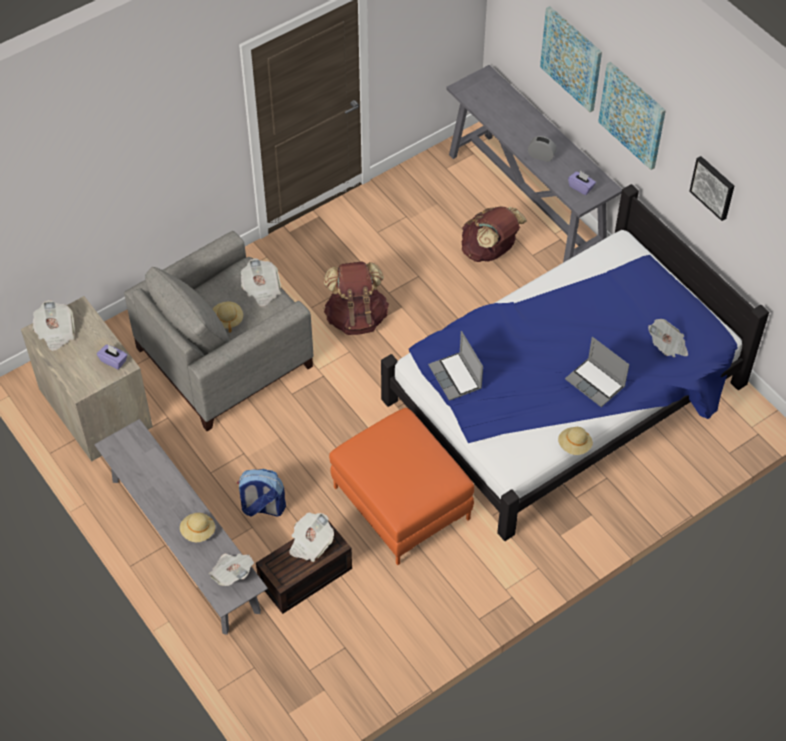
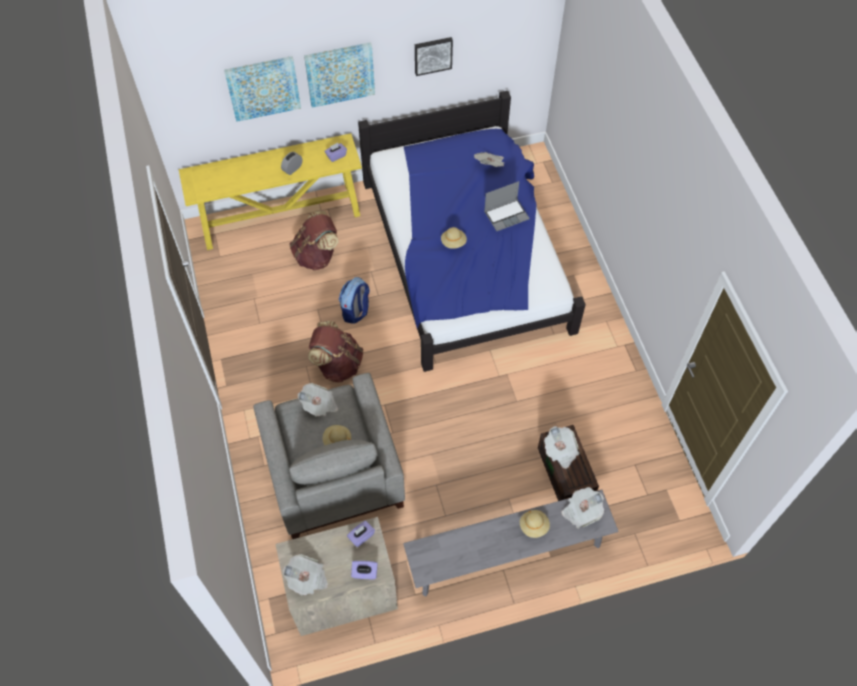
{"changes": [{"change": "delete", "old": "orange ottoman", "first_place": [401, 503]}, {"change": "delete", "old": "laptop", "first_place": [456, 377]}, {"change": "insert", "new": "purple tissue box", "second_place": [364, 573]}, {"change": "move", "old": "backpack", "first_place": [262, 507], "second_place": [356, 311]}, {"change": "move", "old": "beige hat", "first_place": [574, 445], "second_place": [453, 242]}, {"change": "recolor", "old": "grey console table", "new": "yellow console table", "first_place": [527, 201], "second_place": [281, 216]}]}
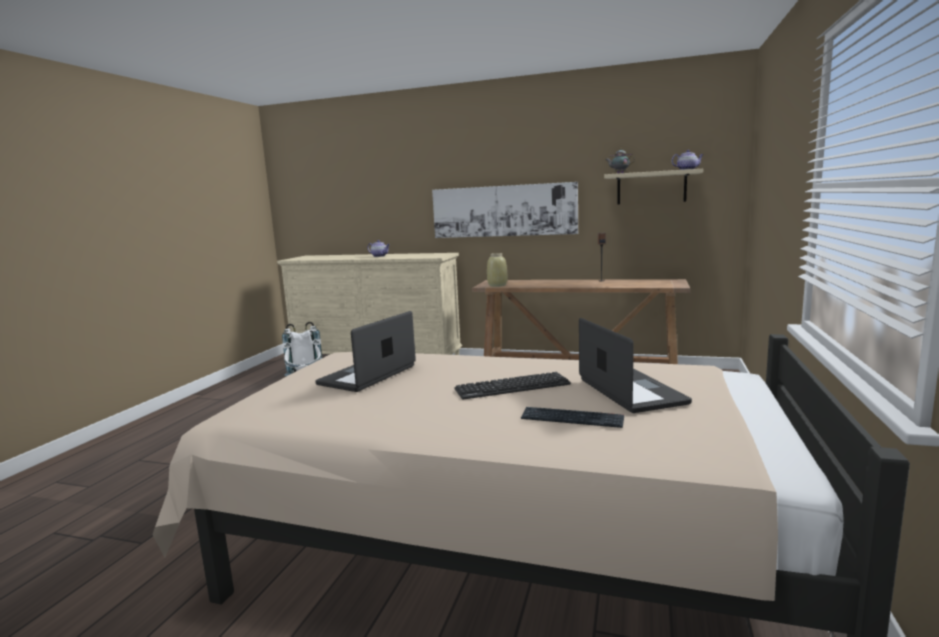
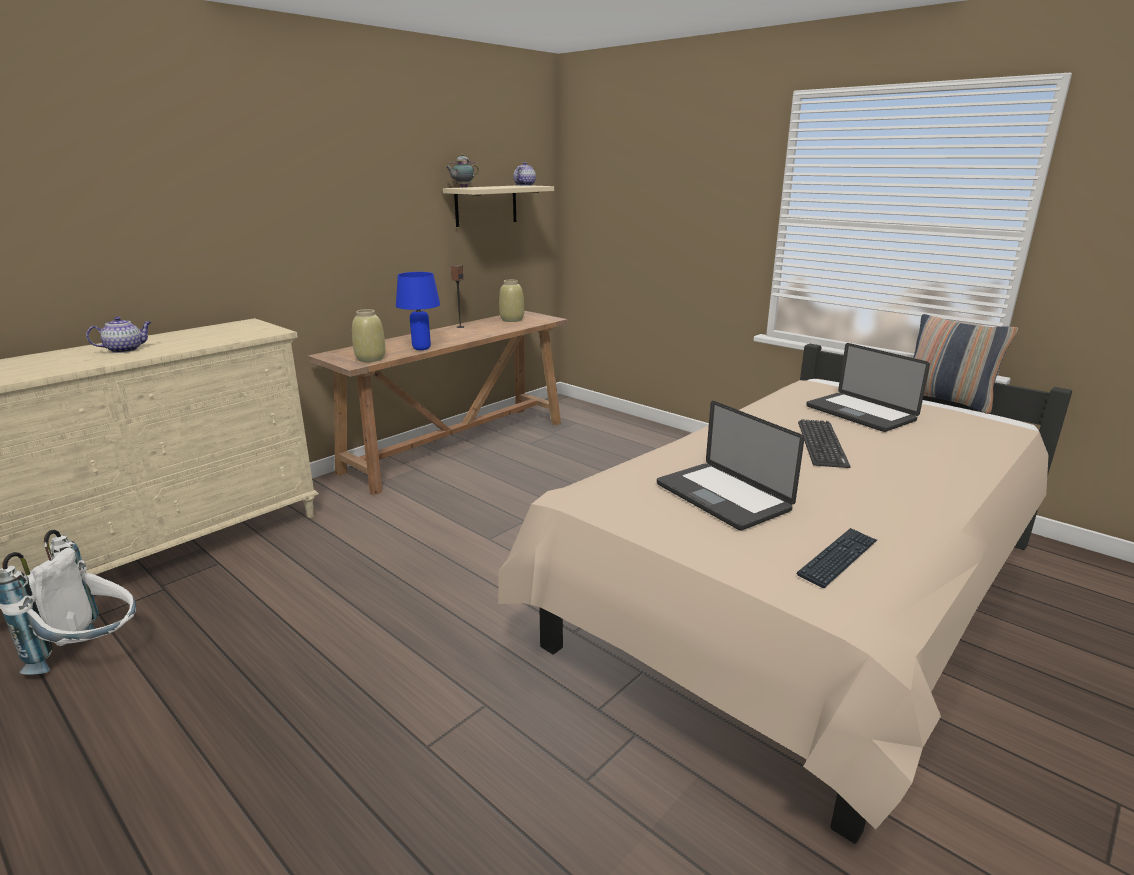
{"changes": [{"change": "delete", "old": "picture", "first_place": [503, 211]}, {"change": "insert", "new": "blue table lamp", "second_place": [421, 348]}, {"change": "insert", "new": "beige vase", "second_place": [512, 320]}, {"change": "insert", "new": "pillow", "second_place": [946, 400]}, {"change": "move", "old": "keyboard", "first_place": [572, 419], "second_place": [838, 558]}, {"change": "rotate", "old": "laptop", "first_place": [631, 392], "second_place": [860, 413], "degrees": -135}]}
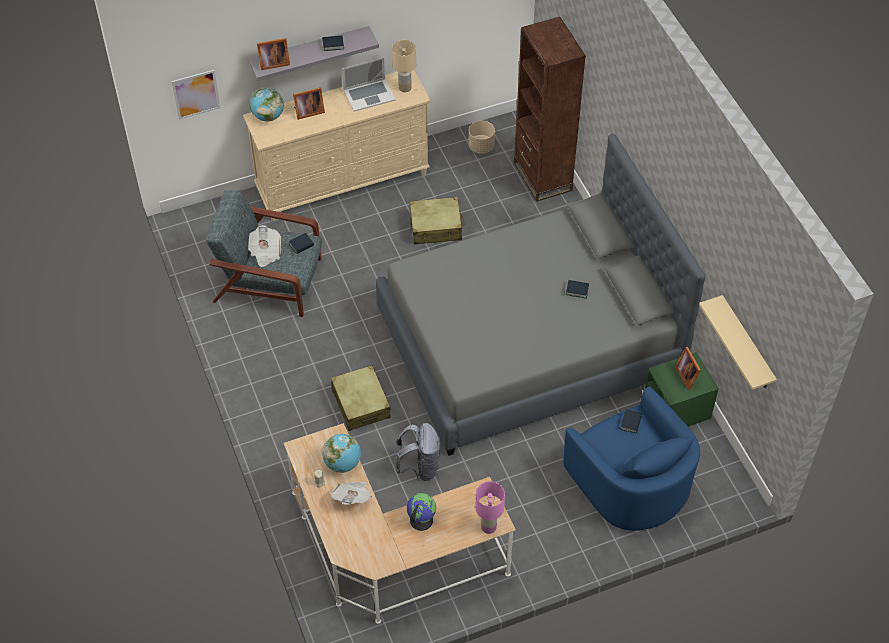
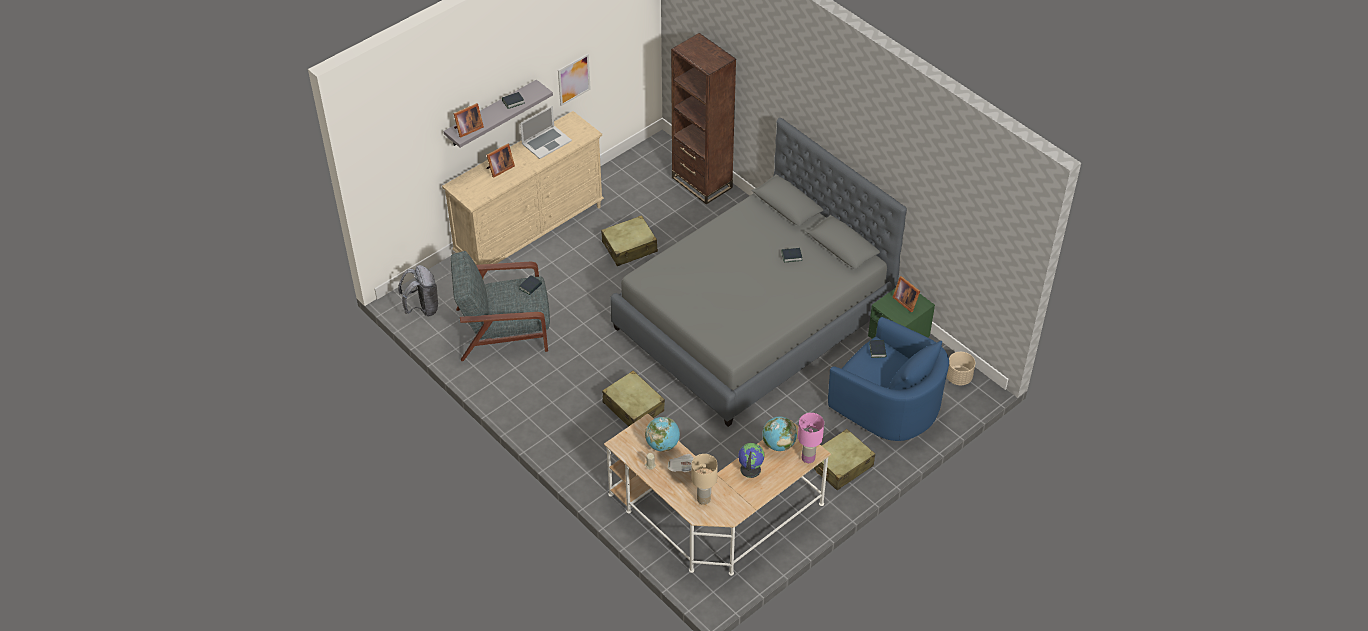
{"changes": [{"change": "delete", "old": "newspaper", "first_place": [265, 252]}, {"change": "delete", "old": "beige shelf", "first_place": [746, 345]}, {"change": "insert", "new": "beige suitcase", "second_place": [841, 466]}, {"change": "move", "old": "picture", "first_place": [196, 94], "second_place": [574, 79]}, {"change": "move", "old": "globe", "first_place": [268, 116], "second_place": [778, 444]}, {"change": "move", "old": "beige table lamp", "first_place": [405, 88], "second_place": [704, 499]}, {"change": "move", "old": "grey backpack", "first_place": [420, 467], "second_place": [422, 308]}, {"change": "move", "old": "beige planter", "first_place": [481, 146], "second_place": [959, 377]}]}
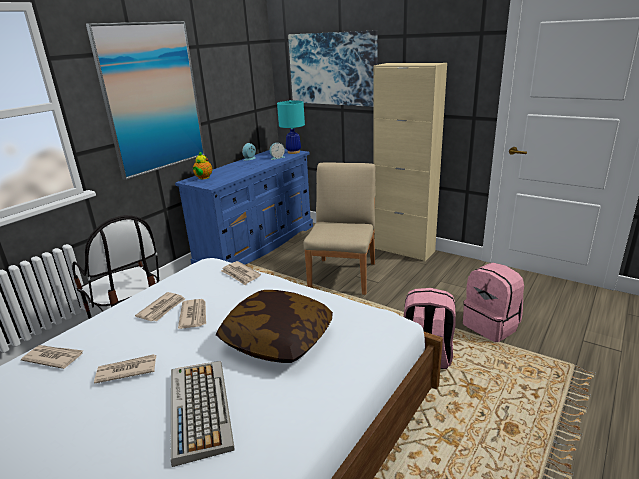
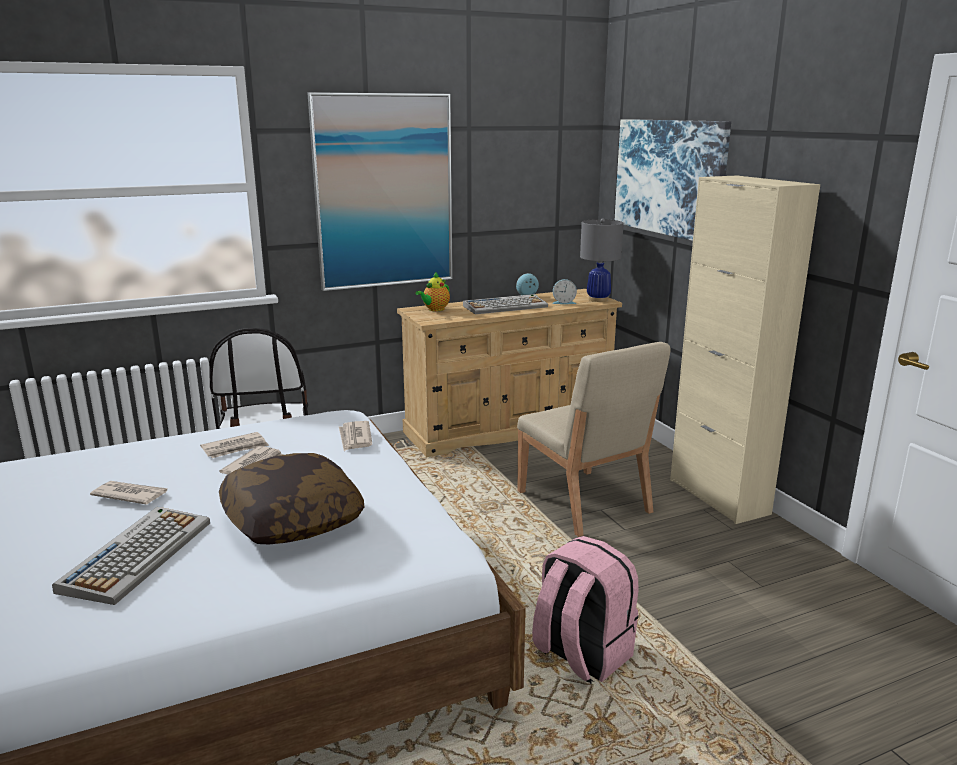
{"changes": [{"change": "delete", "old": "newspaper", "first_place": [53, 358]}, {"change": "delete", "old": "pink backpack", "first_place": [491, 326]}, {"change": "insert", "new": "keyboard", "second_place": [505, 306]}, {"change": "recolor", "old": "blue dresser", "new": "beige dresser", "first_place": [257, 245], "second_place": [510, 427]}, {"change": "recolor", "old": "turquoise table lamp", "new": "grey table lamp", "first_place": [294, 152], "second_place": [598, 299]}, {"change": "rotate", "old": "beige chair", "first_place": [343, 275], "second_place": [584, 502], "degrees": 105}]}
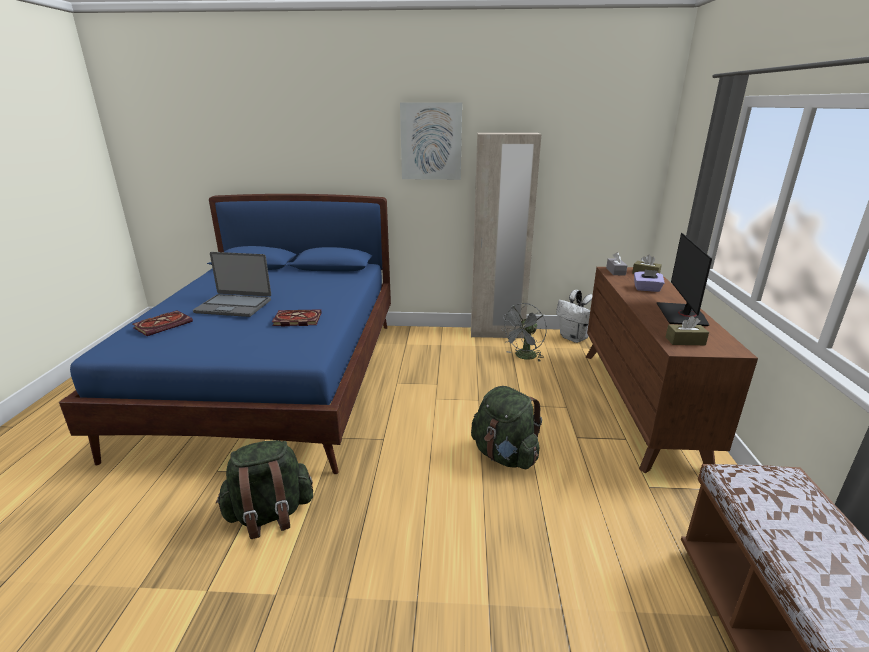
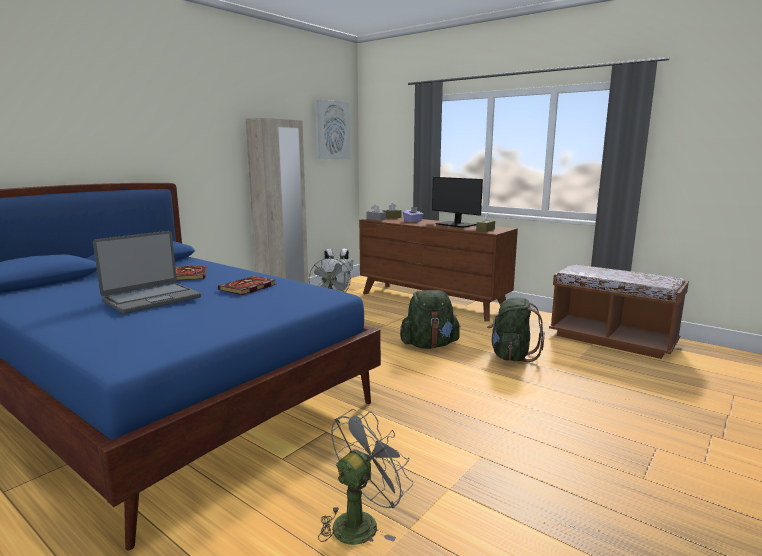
{"changes": [{"change": "insert", "new": "grey fan", "second_place": [361, 522]}, {"change": "move", "old": "book", "first_place": [164, 324], "second_place": [189, 275]}, {"change": "move", "old": "green backpack", "first_place": [270, 514], "second_place": [511, 356]}, {"change": "move", "old": "picture", "first_place": [431, 141], "second_place": [331, 130]}]}
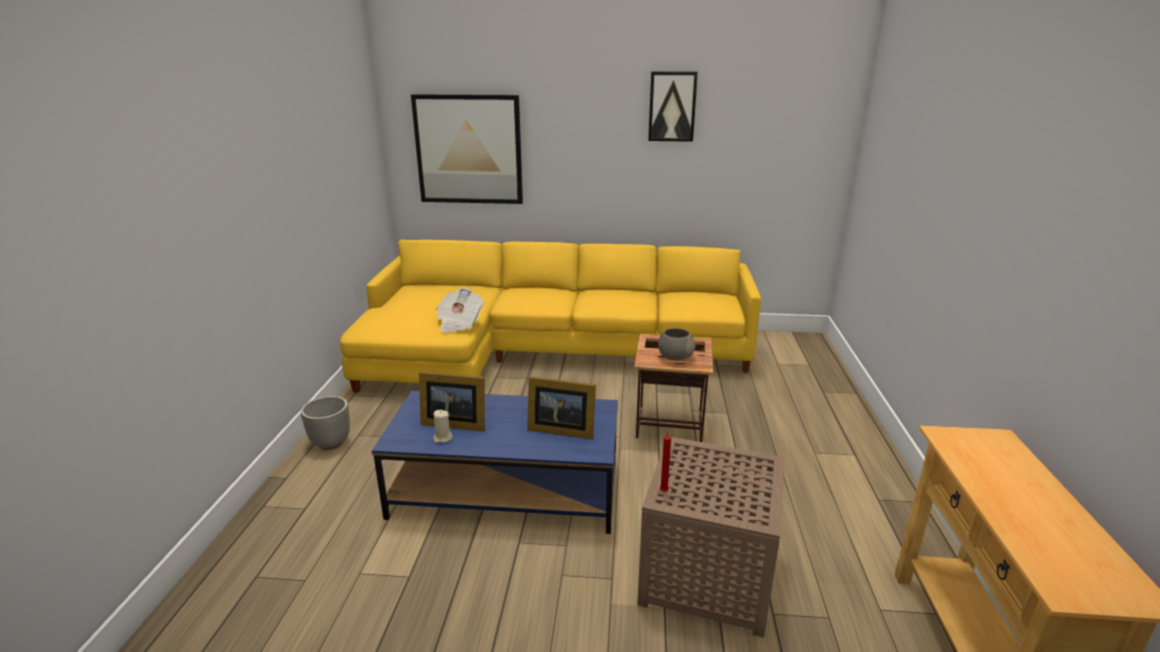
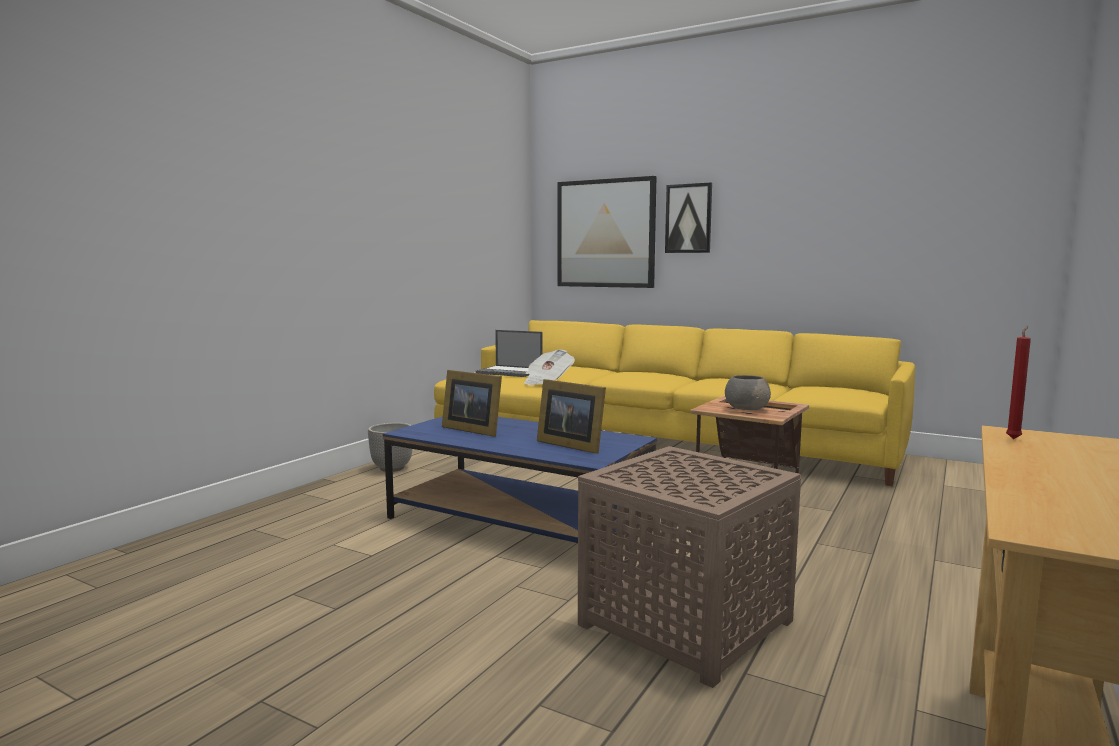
{"changes": [{"change": "delete", "old": "beige candle", "first_place": [443, 438]}, {"change": "insert", "new": "laptop", "second_place": [510, 372]}, {"change": "move", "old": "picture", "first_place": [672, 106], "second_place": [688, 218]}, {"change": "move", "old": "red candle", "first_place": [664, 491], "second_place": [1014, 438]}]}
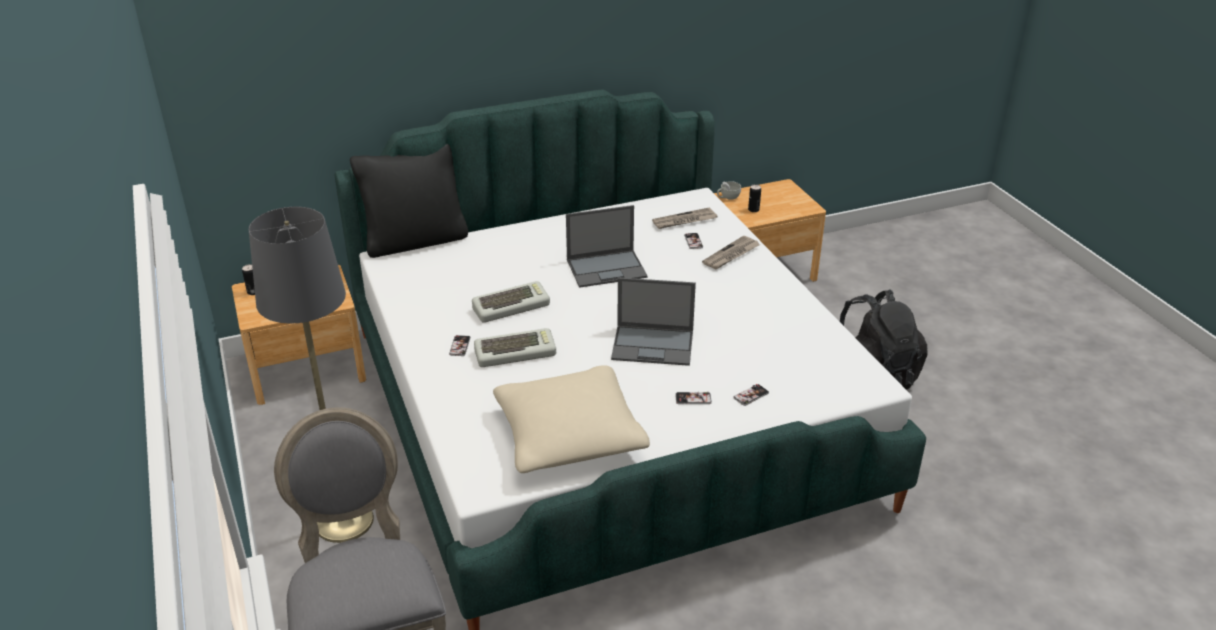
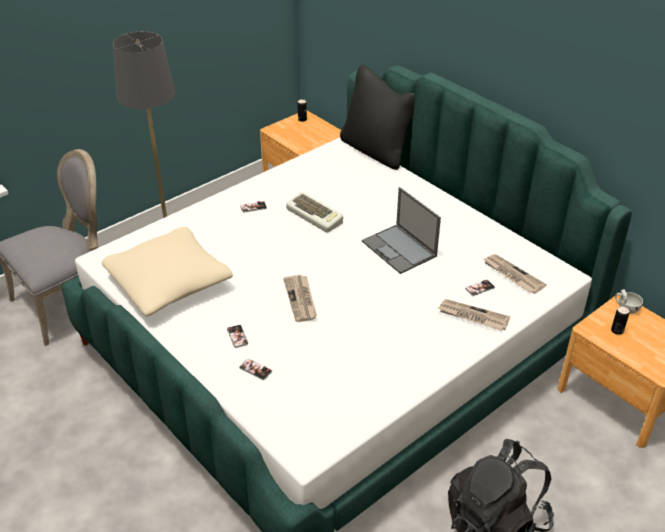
{"changes": [{"change": "delete", "old": "keyboard", "first_place": [515, 352]}, {"change": "replace", "old": "laptop", "new": "newspaper", "first_place": [654, 345], "second_place": [301, 299]}]}
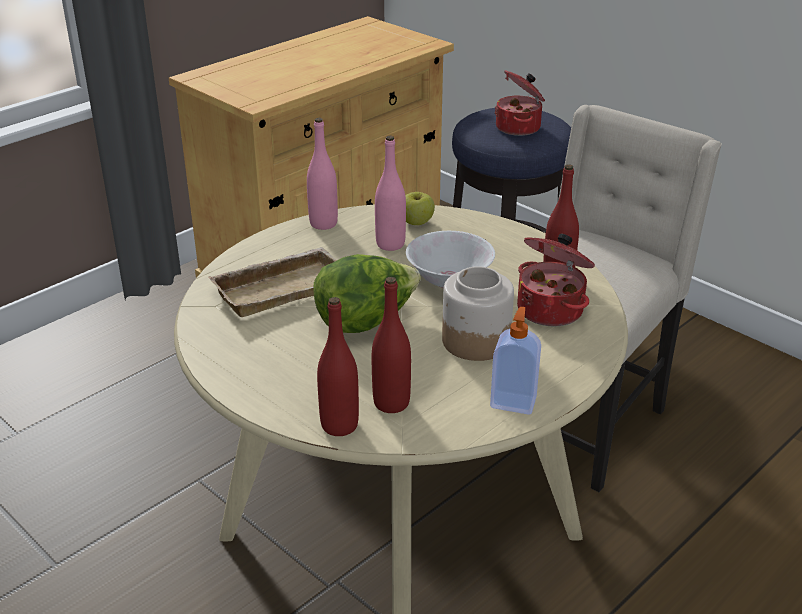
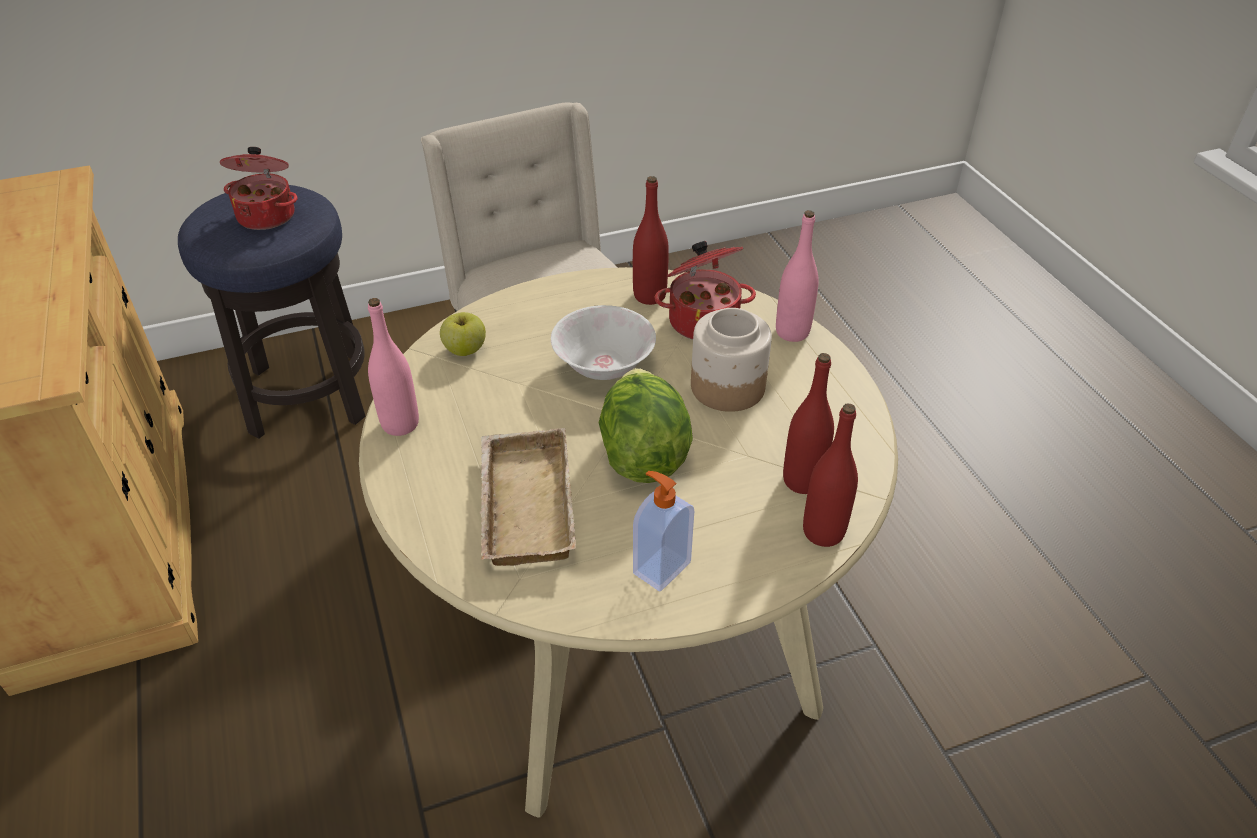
{"changes": [{"change": "move", "old": "pink bottle", "first_place": [390, 244], "second_place": [792, 332]}, {"change": "move", "old": "soap dispenser", "first_place": [513, 401], "second_place": [660, 567]}]}
